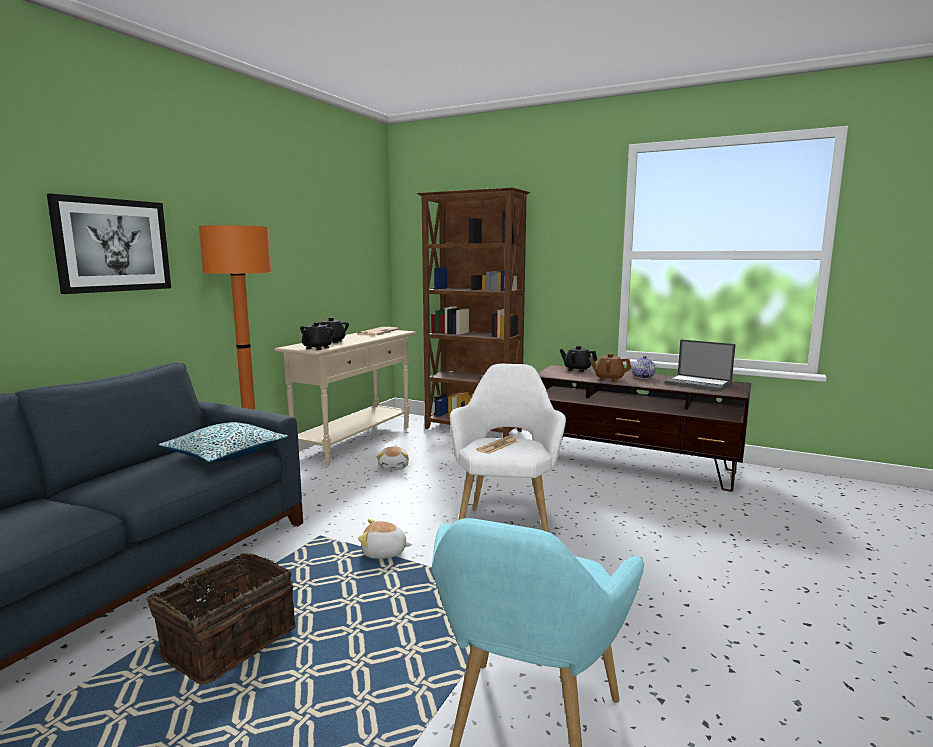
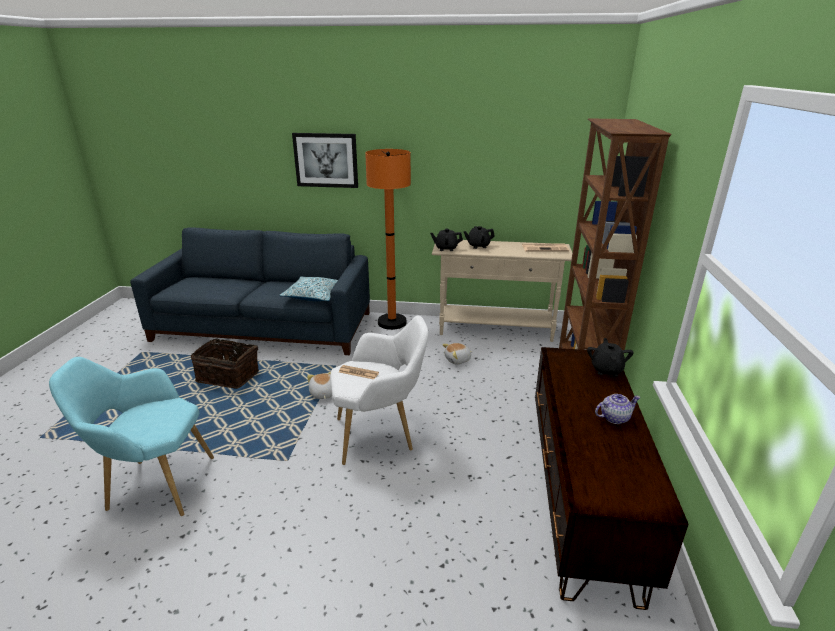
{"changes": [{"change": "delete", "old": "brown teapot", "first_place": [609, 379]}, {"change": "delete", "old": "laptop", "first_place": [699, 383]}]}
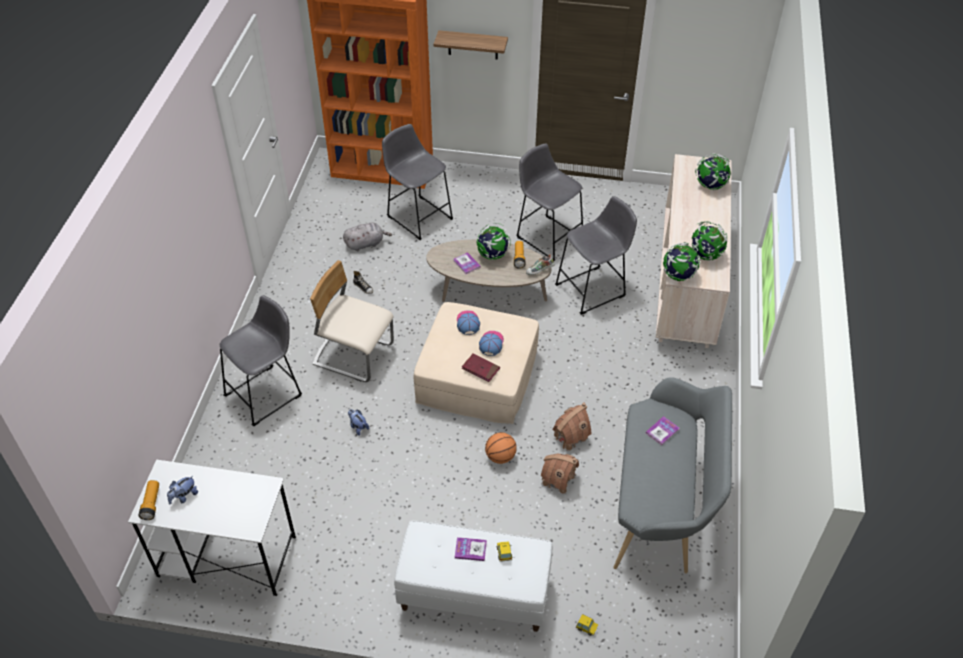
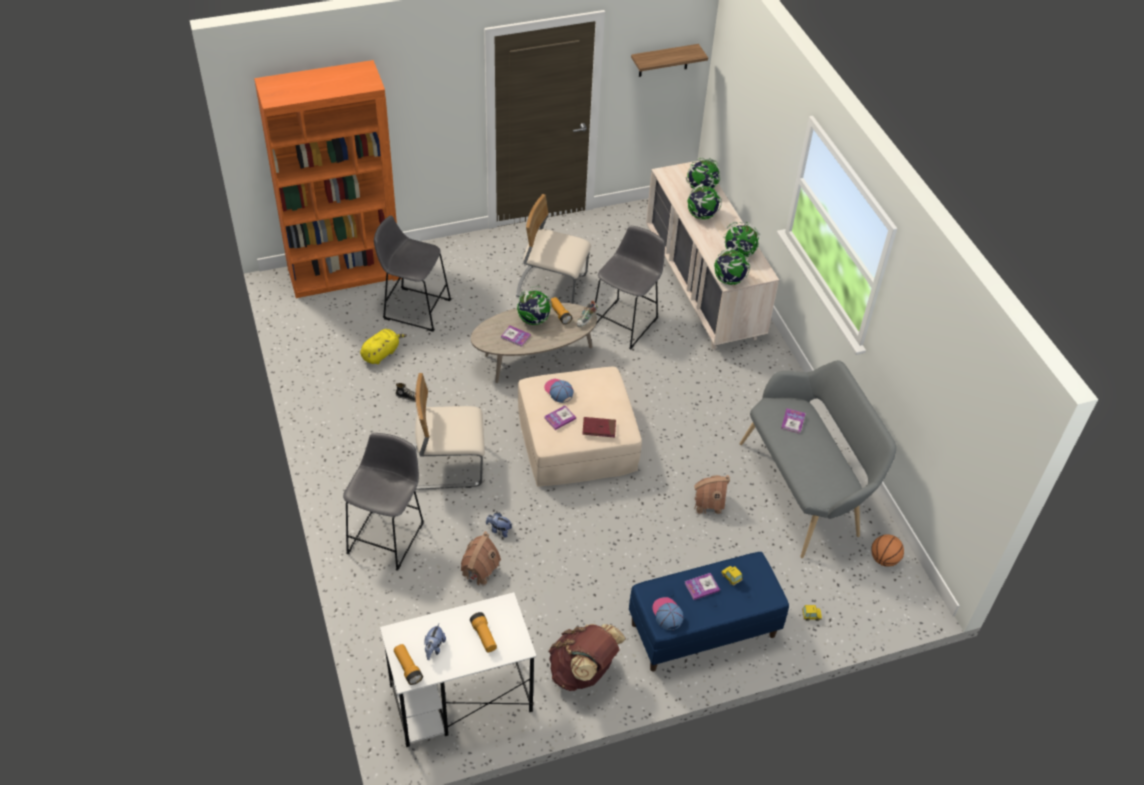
{"changes": [{"change": "insert", "new": "flashlight", "second_place": [484, 636]}, {"change": "insert", "new": "book", "second_place": [560, 418]}, {"change": "insert", "new": "brown backpack", "second_place": [583, 672]}, {"change": "insert", "new": "globe", "second_place": [701, 216]}, {"change": "move", "old": "shelf", "first_place": [473, 45], "second_place": [663, 60]}, {"change": "move", "old": "cap", "first_place": [491, 343], "second_place": [667, 614]}, {"change": "move", "old": "basketball", "first_place": [500, 457], "second_place": [884, 559]}, {"change": "move", "old": "toy house", "first_place": [570, 437], "second_place": [479, 570]}, {"change": "replace", "old": "grey stool", "new": "beige chair", "first_place": [547, 236], "second_place": [551, 286]}, {"change": "recolor", "old": "grey plush toy", "new": "yellow plush toy", "first_place": [366, 244], "second_place": [381, 353]}, {"change": "recolor", "old": "white bench", "new": "blue bench", "first_place": [473, 594], "second_place": [702, 630]}]}
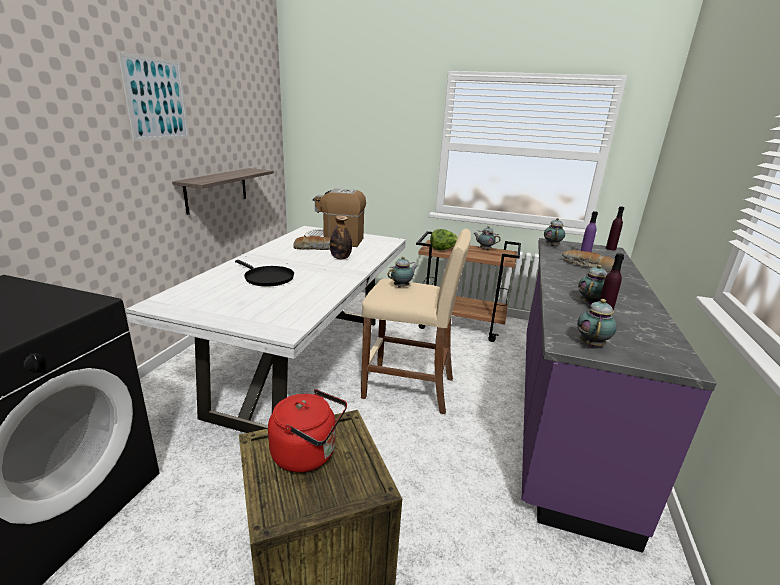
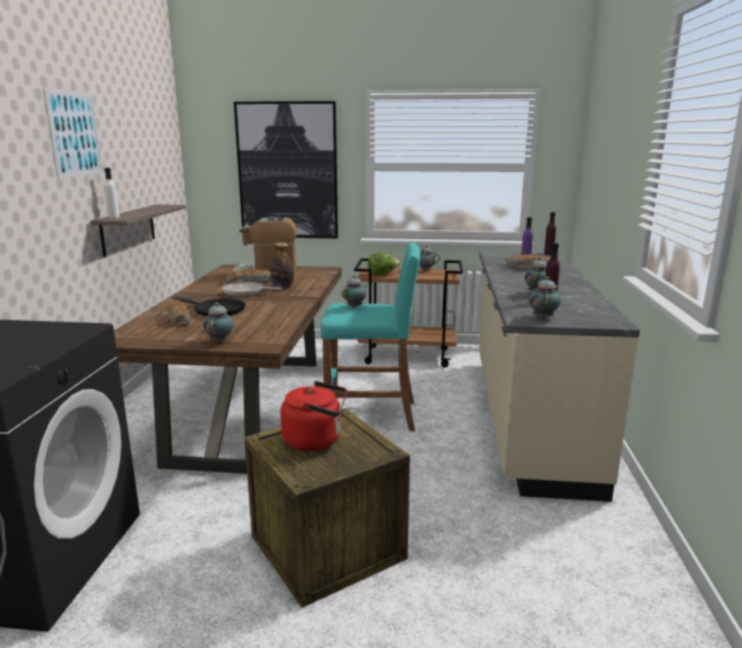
{"changes": [{"change": "insert", "new": "white bottle", "second_place": [113, 217]}, {"change": "insert", "new": "bread", "second_place": [178, 319]}, {"change": "insert", "new": "frying pan", "second_place": [245, 292]}, {"change": "insert", "new": "picture", "second_place": [288, 171]}, {"change": "move", "old": "teapot", "first_place": [552, 245], "second_place": [220, 341]}, {"change": "recolor", "old": "white dining table", "new": "brown dining table", "first_place": [304, 363], "second_place": [251, 409]}, {"change": "recolor", "old": "beige stool", "new": "turquoise stool", "first_place": [409, 388], "second_place": [371, 415]}, {"change": "recolor", "old": "purple counter", "new": "beige counter", "first_place": [562, 414], "second_place": [527, 417]}]}
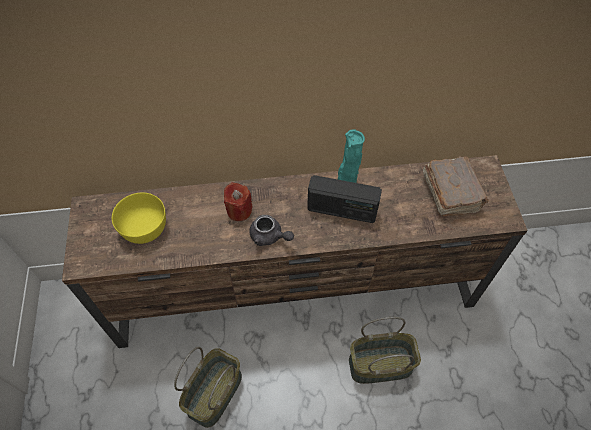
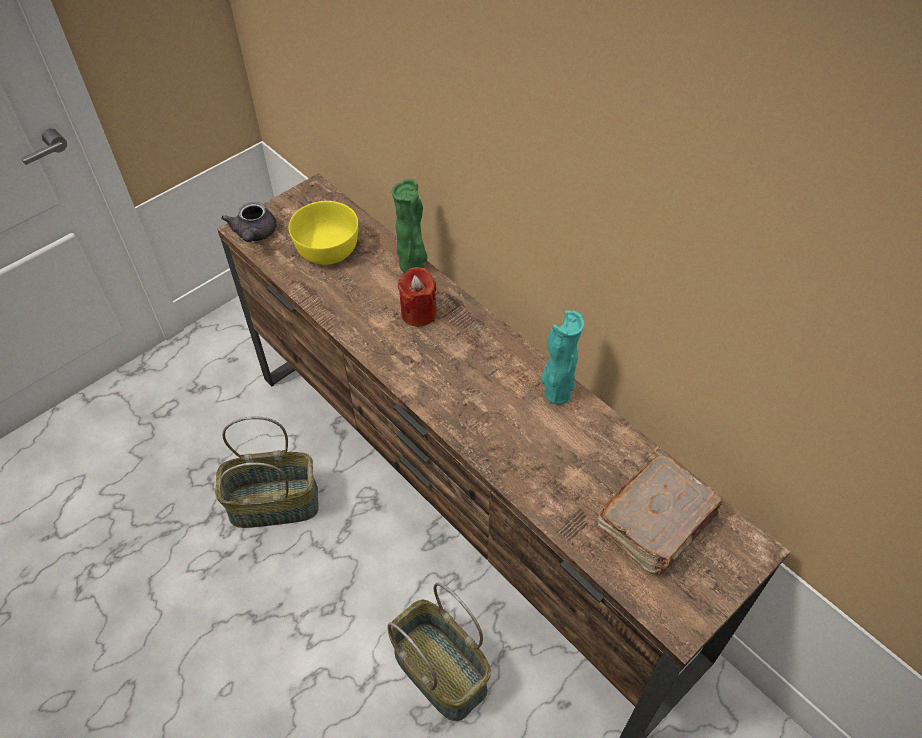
{"changes": [{"change": "delete", "old": "radio", "first_place": [342, 210]}, {"change": "insert", "new": "green vase", "second_place": [412, 267]}, {"change": "move", "old": "grey teapot", "first_place": [269, 237], "second_place": [254, 235]}]}
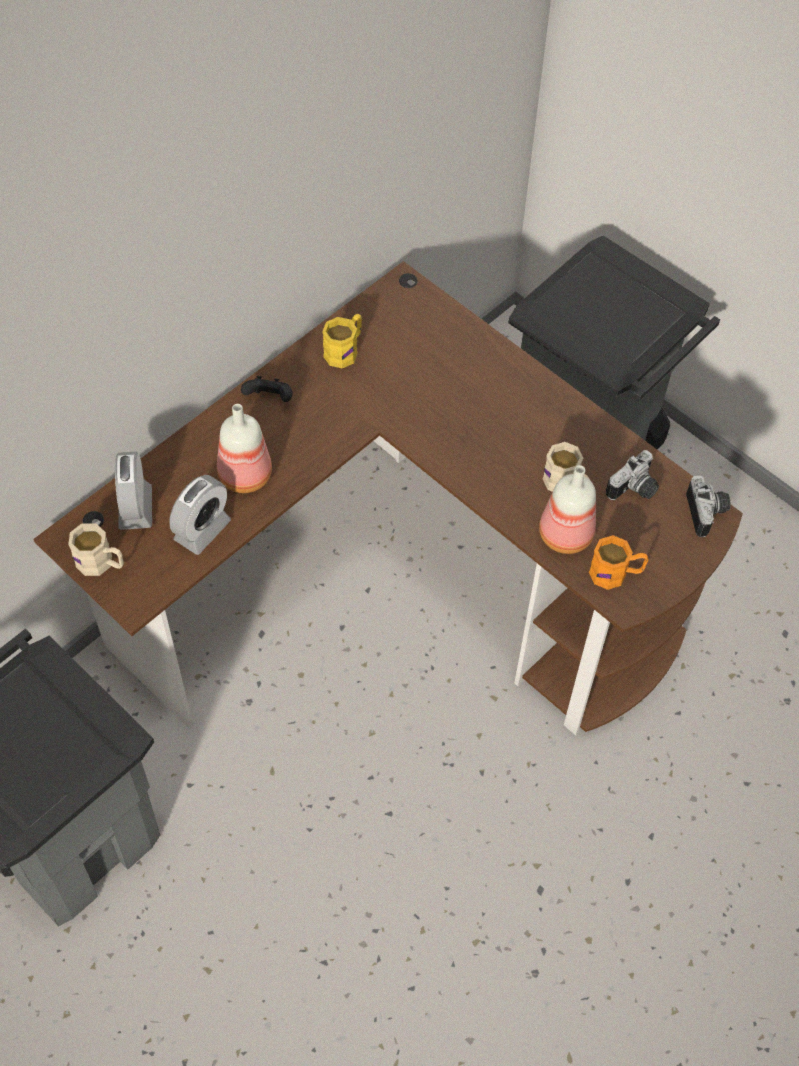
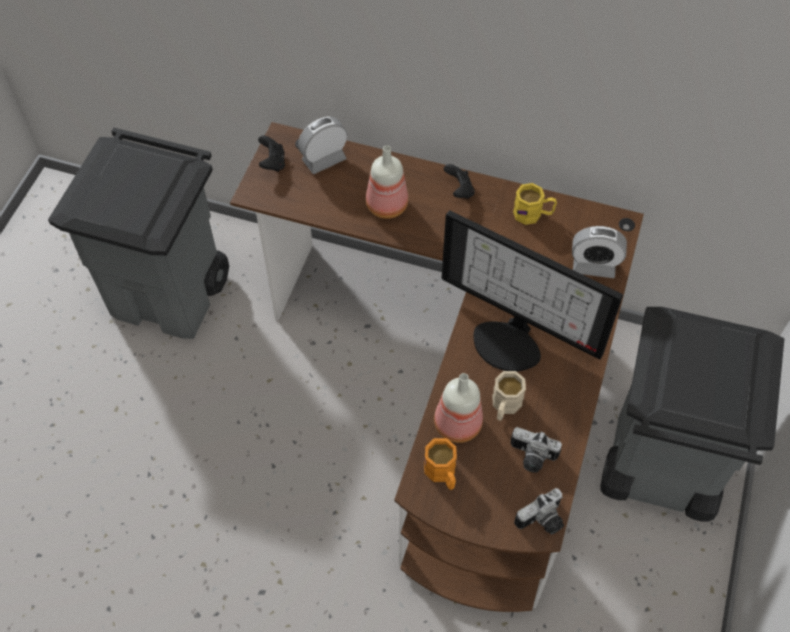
{"changes": [{"change": "insert", "new": "monitor", "second_place": [511, 340]}, {"change": "move", "old": "alarm clock", "first_place": [202, 530], "second_place": [594, 266]}, {"change": "replace", "old": "beige mug", "new": "black game controller", "first_place": [101, 563], "second_place": [272, 163]}]}
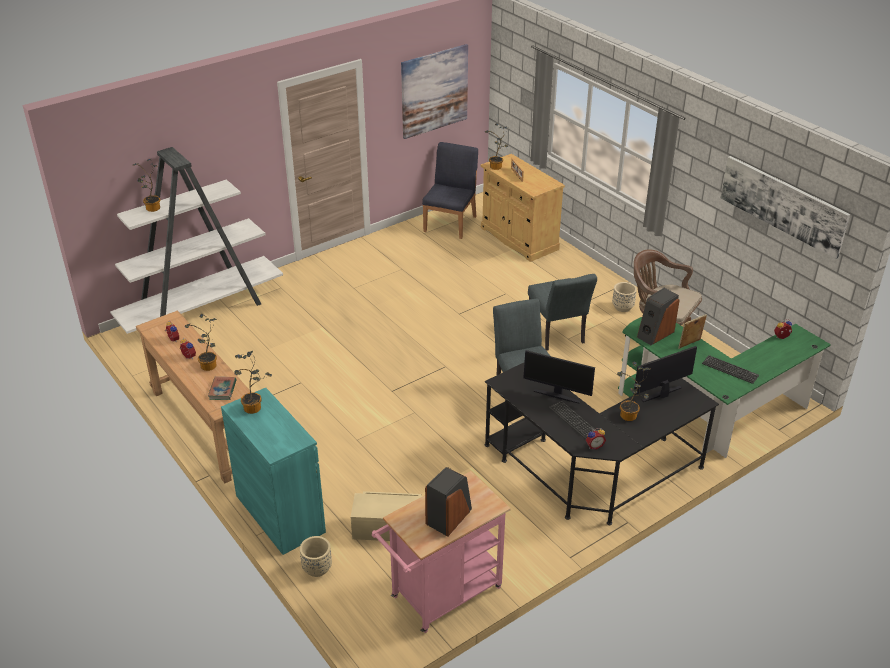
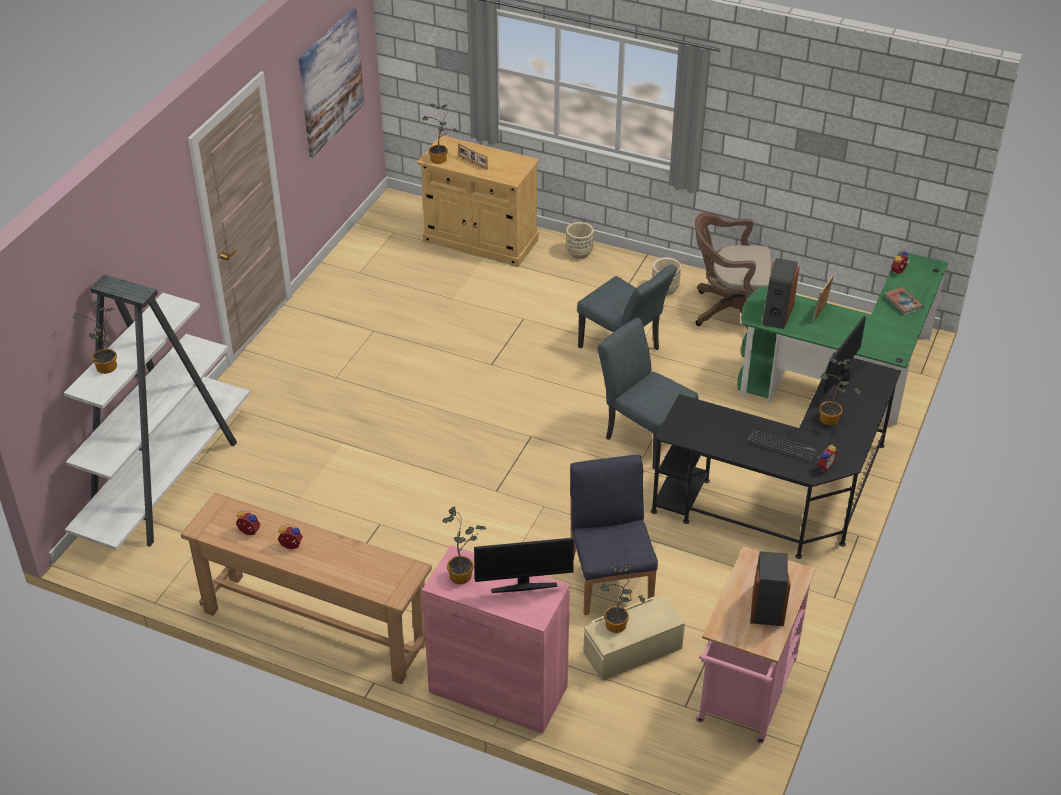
{"changes": [{"change": "delete", "old": "keyboard", "first_place": [730, 370]}, {"change": "delete", "old": "picture", "first_place": [782, 205]}, {"change": "move", "old": "potted plant", "first_place": [209, 367], "second_place": [619, 626]}, {"change": "move", "old": "book", "first_place": [222, 390], "second_place": [903, 303]}, {"change": "move", "old": "beige planter", "first_place": [317, 568], "second_place": [579, 253]}, {"change": "move", "old": "blue chair", "first_place": [450, 223], "second_place": [610, 579]}, {"change": "move", "old": "monitor", "first_place": [557, 395], "second_place": [523, 586]}, {"change": "recolor", "old": "turquoise cabinet", "new": "pink cabinet", "first_place": [280, 514], "second_place": [498, 689]}]}
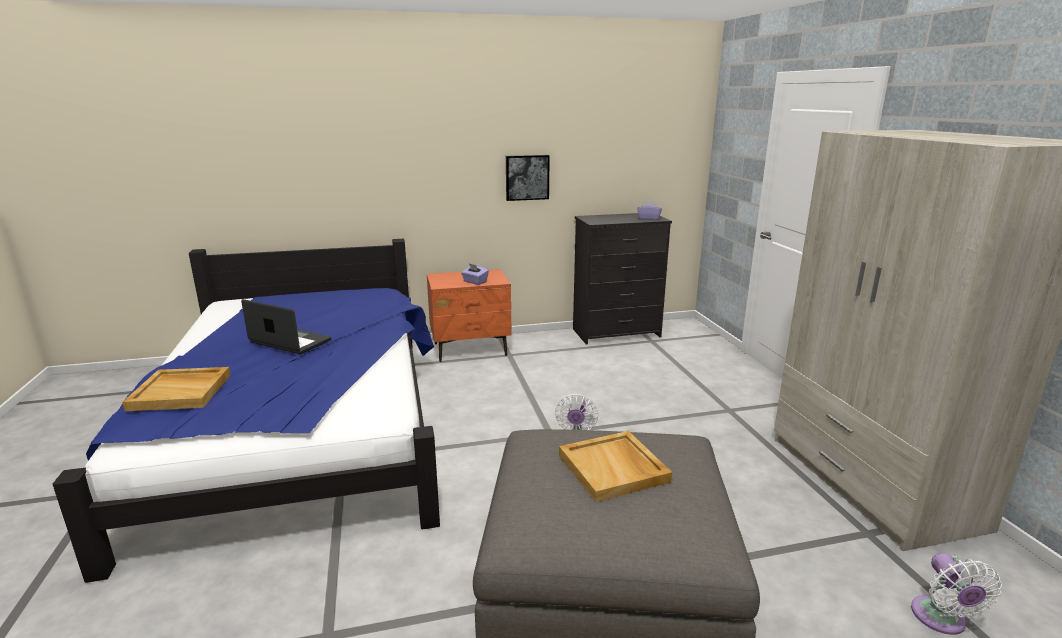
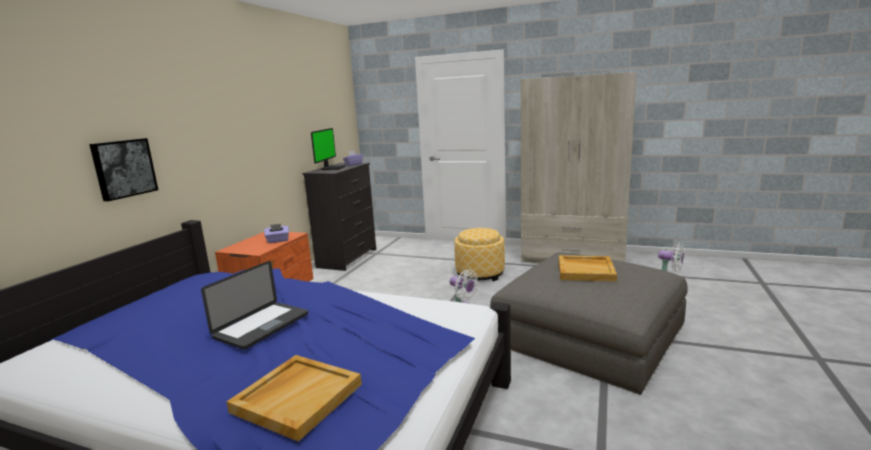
{"changes": [{"change": "insert", "new": "monitor", "second_place": [332, 168]}, {"change": "insert", "new": "ottoman", "second_place": [480, 274]}, {"change": "move", "old": "picture", "first_place": [527, 177], "second_place": [123, 168]}, {"change": "rotate", "old": "laptop", "first_place": [290, 341], "second_place": [262, 326], "degrees": 150}]}
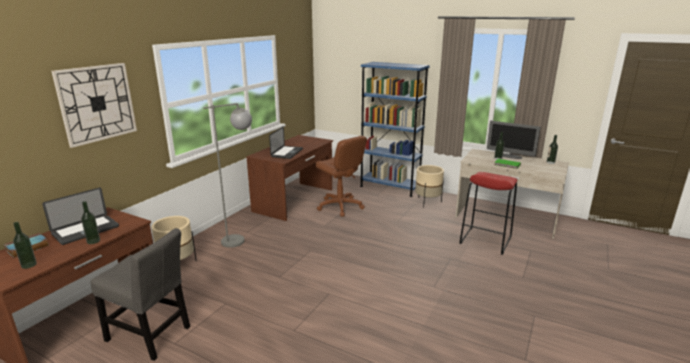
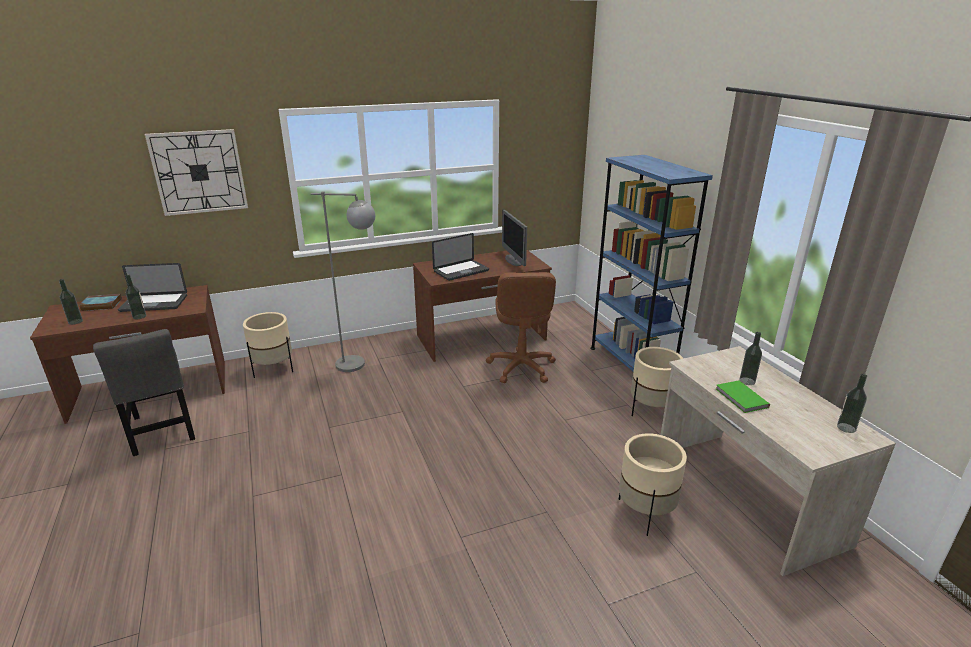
{"changes": [{"change": "move", "old": "monitor", "first_place": [510, 156], "second_place": [513, 260]}, {"change": "replace", "old": "red stool", "new": "beige planter", "first_place": [485, 240], "second_place": [645, 513]}]}
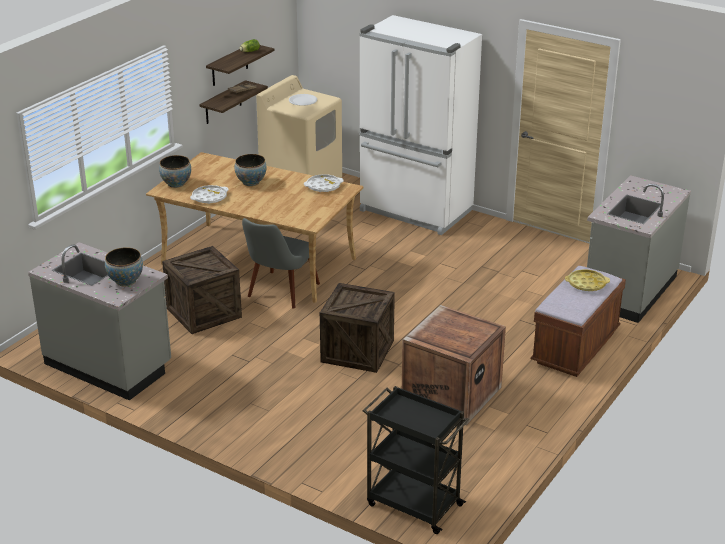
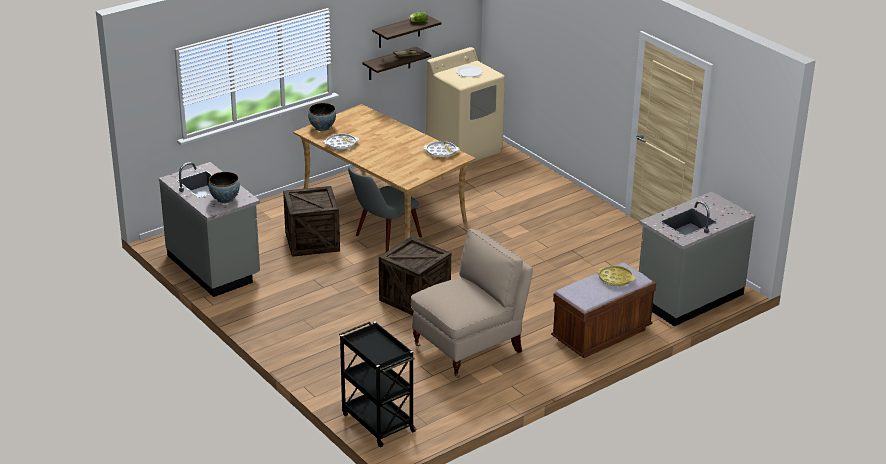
{"changes": [{"change": "delete", "old": "bowl", "first_place": [251, 182]}, {"change": "delete", "old": "white fridge", "first_place": [415, 211]}, {"change": "replace", "old": "crate", "new": "beige chair", "first_place": [453, 393], "second_place": [469, 348]}]}
